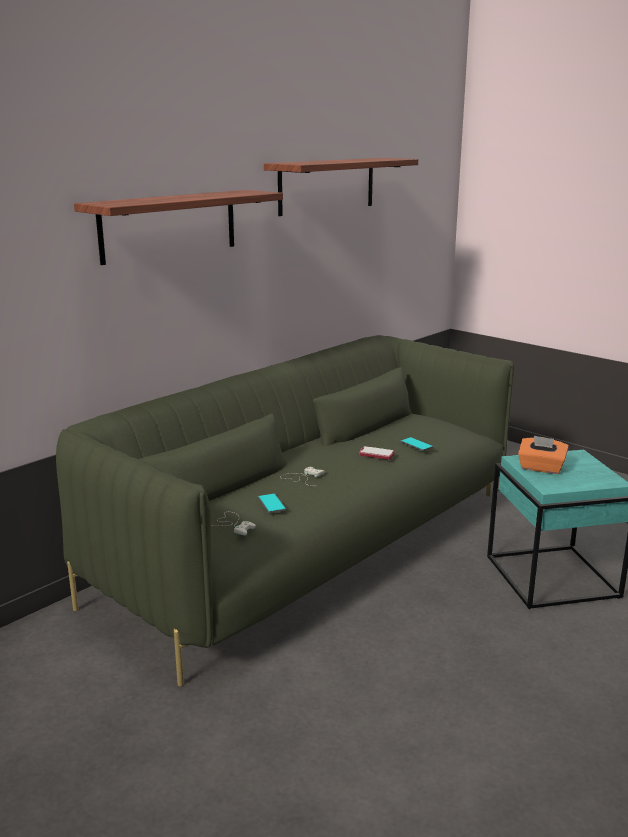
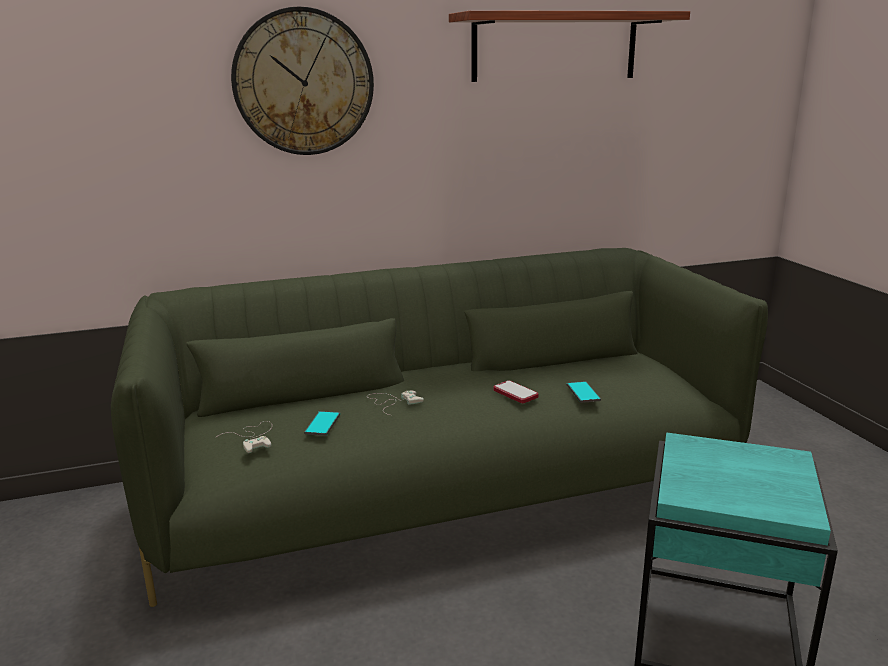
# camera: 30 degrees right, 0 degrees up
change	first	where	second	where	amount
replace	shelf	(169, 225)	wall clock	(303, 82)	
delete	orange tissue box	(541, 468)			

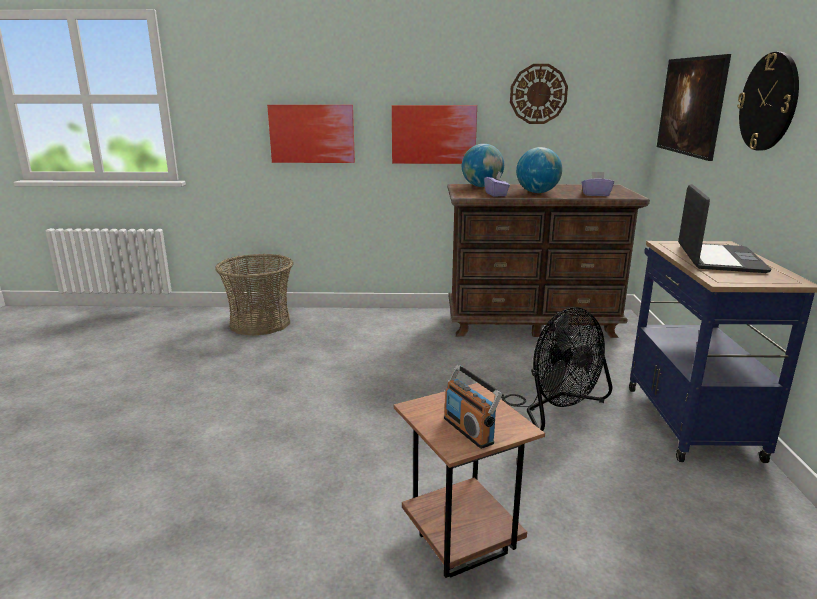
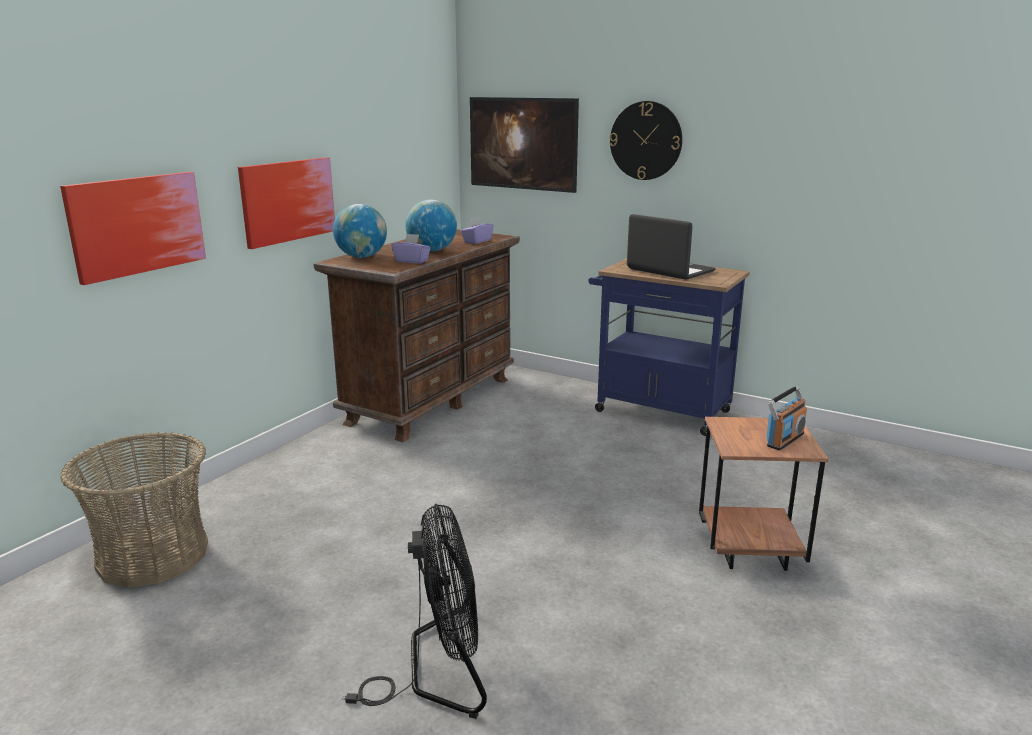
# camera: 60 degrees left, 0 degrees up
change	first	where	second	where	amount
delete	wall clock	(538, 94)			
move	black fan	(553, 410)		(436, 666)	
rotate	radio	(469, 430)		(784, 439)	45 degrees counterclockwise

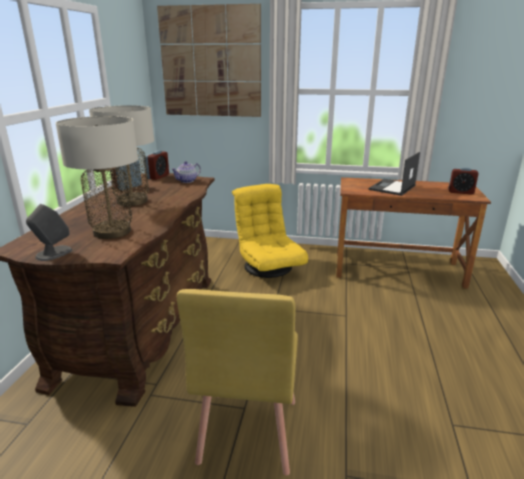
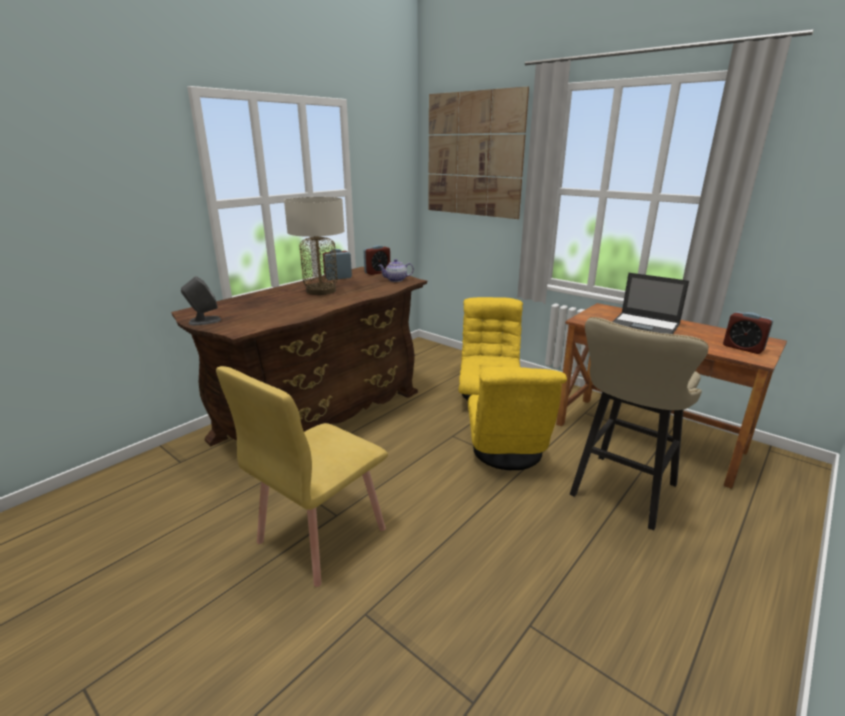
# camera: 30 degrees right, 0 degrees up
change	first	where	second	where	amount
delete	table lamp	(112, 232)			
rotate	laptop	(392, 187)		(645, 325)	120 degrees counterclockwise
insert			beige stool	(619, 496)	
insert			yellow armchair	(505, 450)	

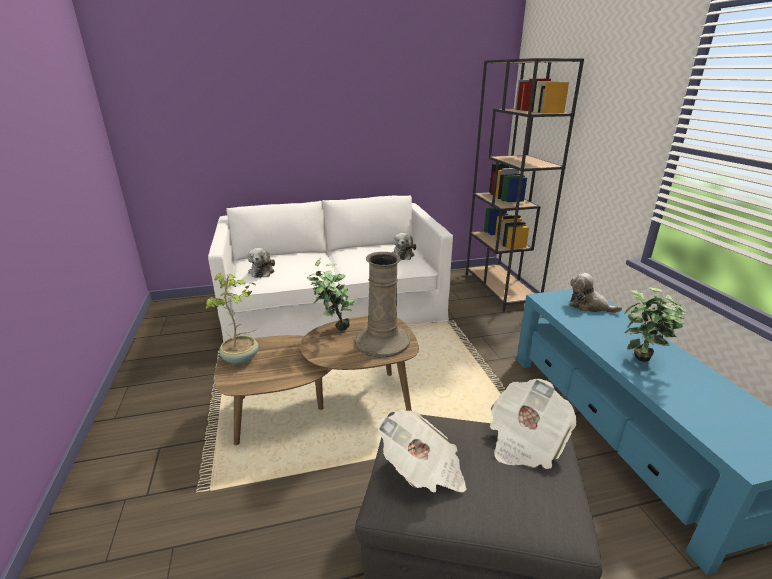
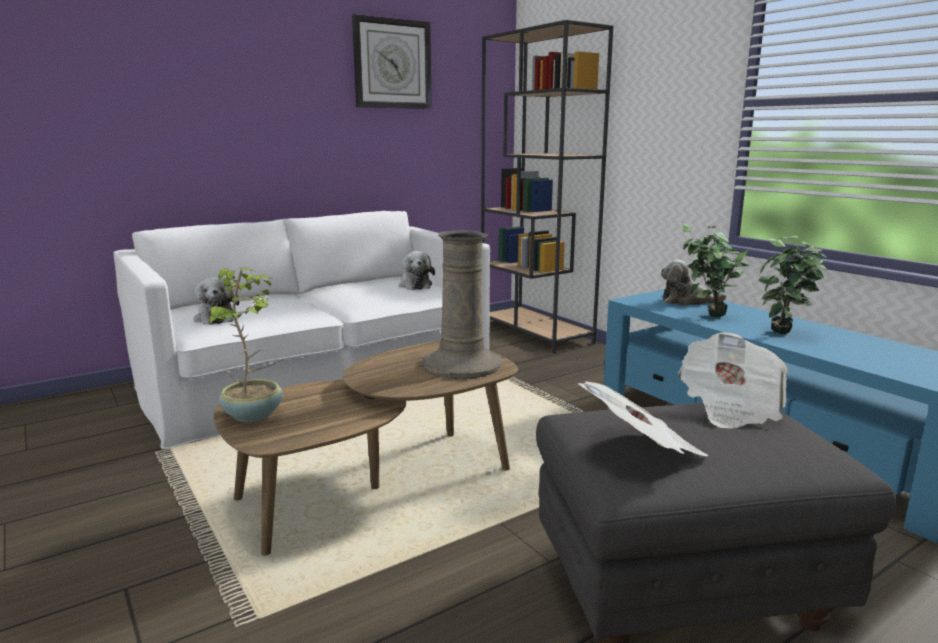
# camera: 20 degrees left, 10 degrees down
change	first	where	second	where	amount
move	potted plant	(333, 329)		(707, 317)	
insert			wall clock	(392, 64)	

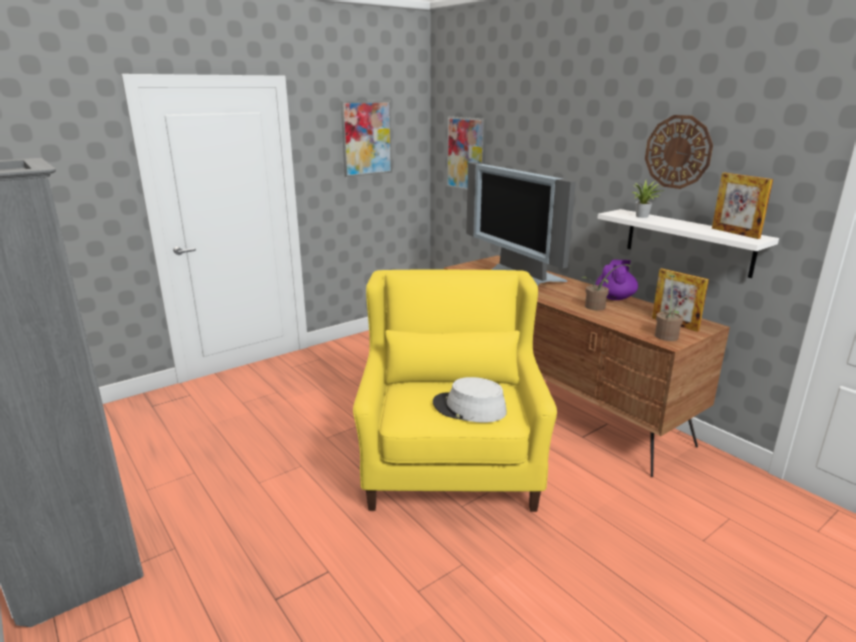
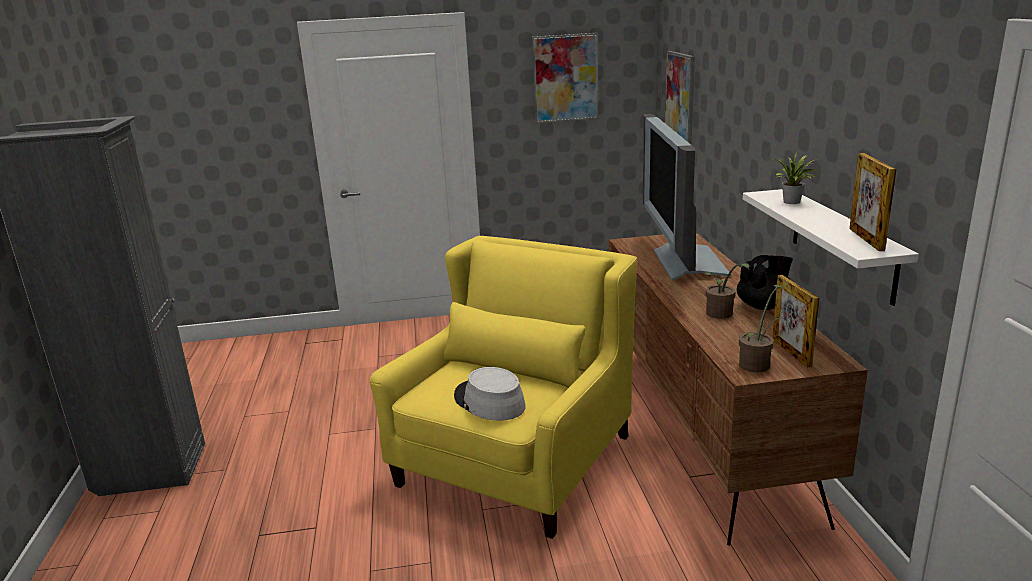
# camera: 30 degrees right, 0 degrees up
change	first	where	second	where	amount
delete	wall clock	(678, 152)			
recolor	purple teapot	(615, 297)	black teapot	(764, 306)	

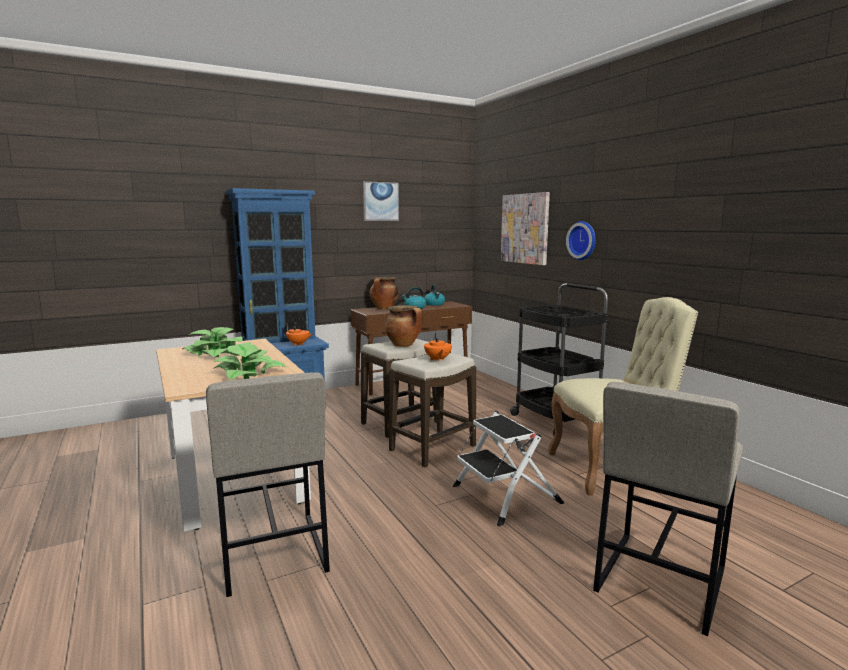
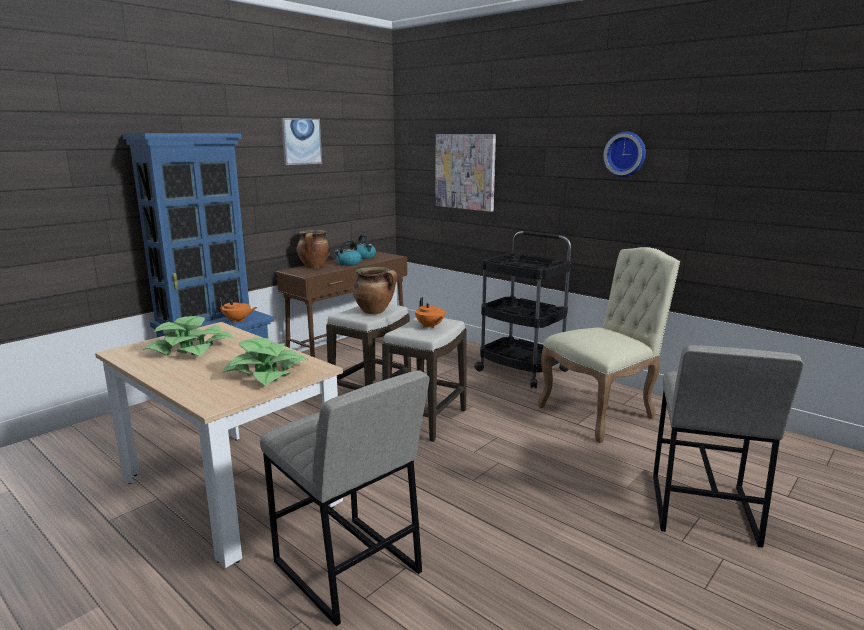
# camera: 20 degrees left, 5 degrees up
change	first	where	second	where	amount
move	wall clock	(583, 240)		(625, 154)	
delete	step ladder	(506, 496)			

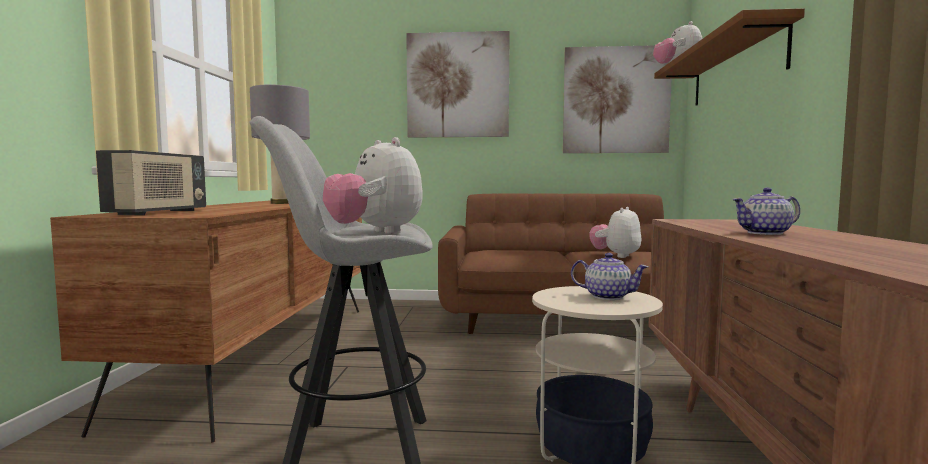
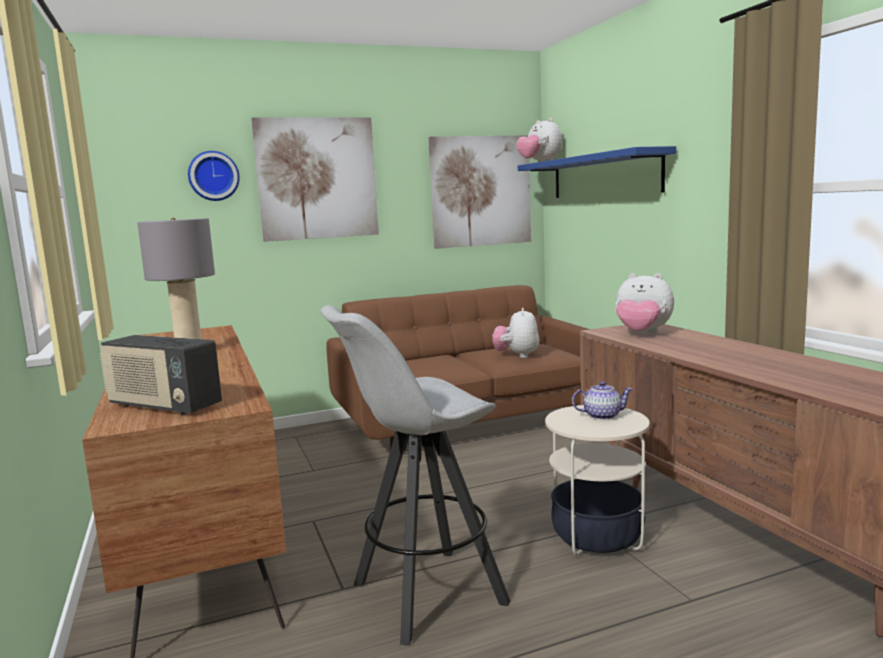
# camera: 25 degrees left, 5 degrees up
change	first	where	second	where	amount
recolor	brown shelf	(735, 69)	blue shelf	(604, 176)	
move	plush toy	(375, 233)		(642, 334)	
rotate	radio	(159, 212)		(163, 406)	135 degrees clockwise
delete	teapot	(765, 233)			
insert			wall clock	(213, 176)	

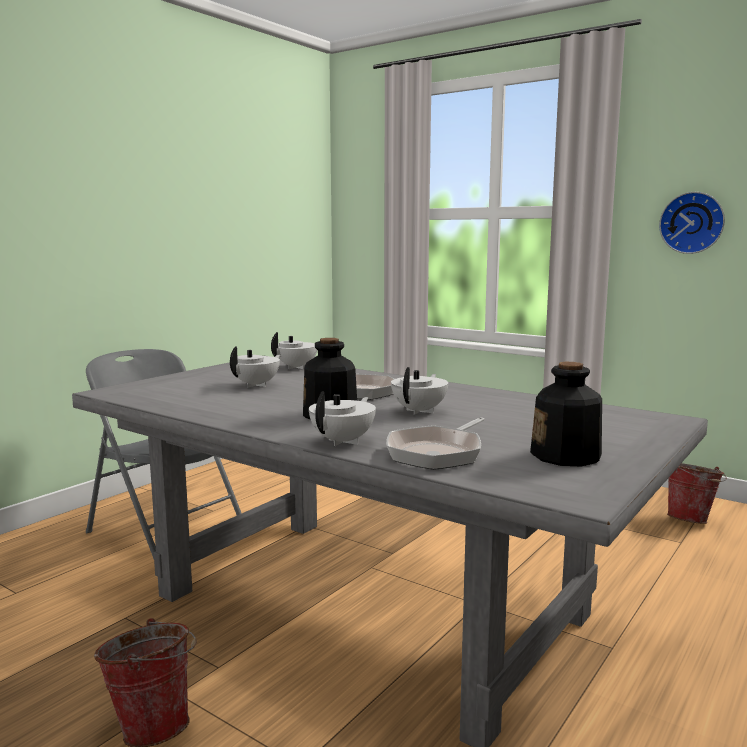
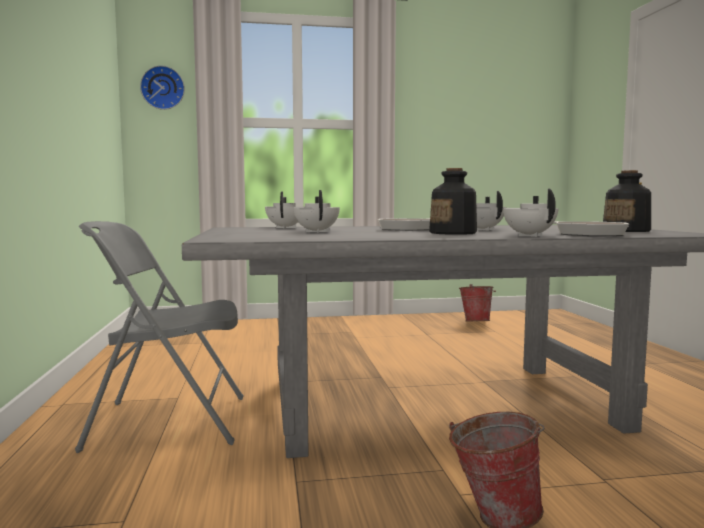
# camera: 45 degrees left, 5 degrees down
change	first	where	second	where	amount
move	wall clock	(692, 223)		(163, 88)	

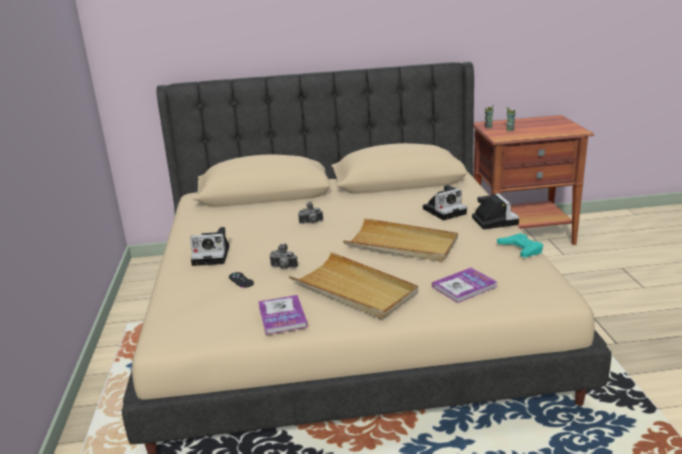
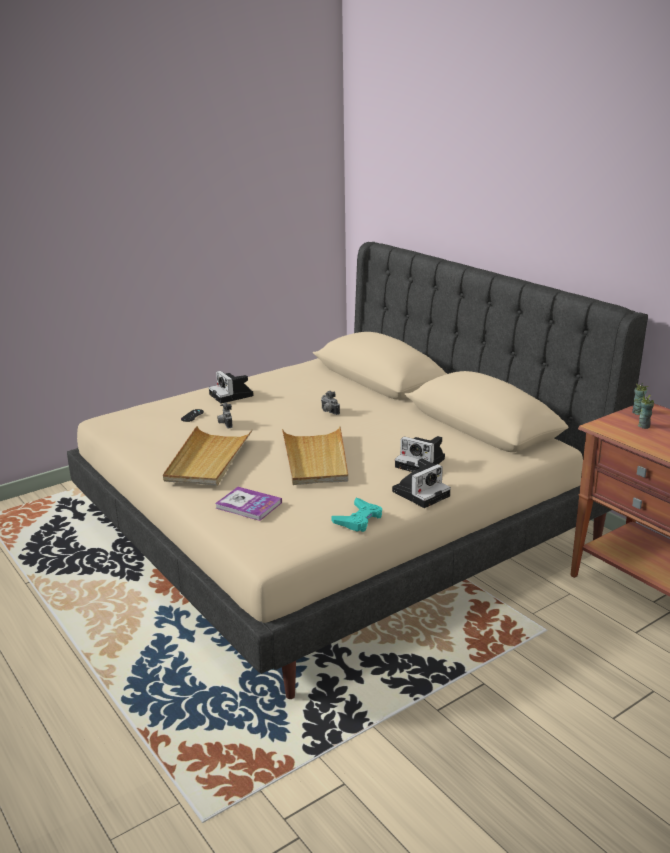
# camera: 60 degrees right, 0 degrees up
change	first	where	second	where	amount
delete	book	(282, 316)			

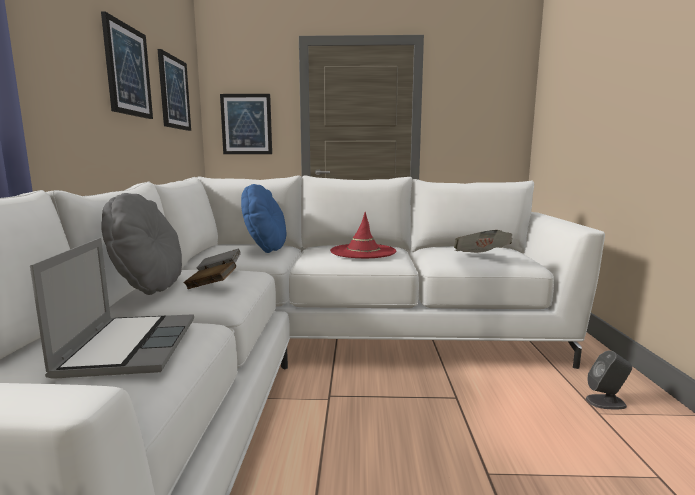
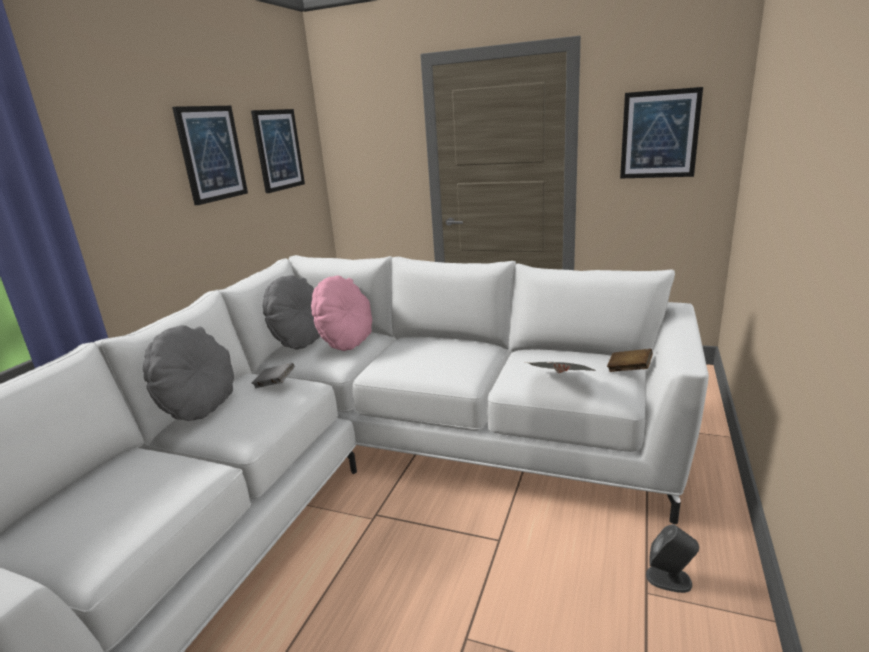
# camera: 20 degrees right, 10 degrees up
change	first	where	second	where	amount
move	picture	(246, 124)		(659, 134)	
recolor	blue pillow	(266, 250)	pink pillow	(347, 344)	
delete	red hat	(363, 251)			
delete	laptop	(129, 346)			
move	brown book	(211, 286)		(629, 370)	
insert			grey pillow	(301, 343)	

